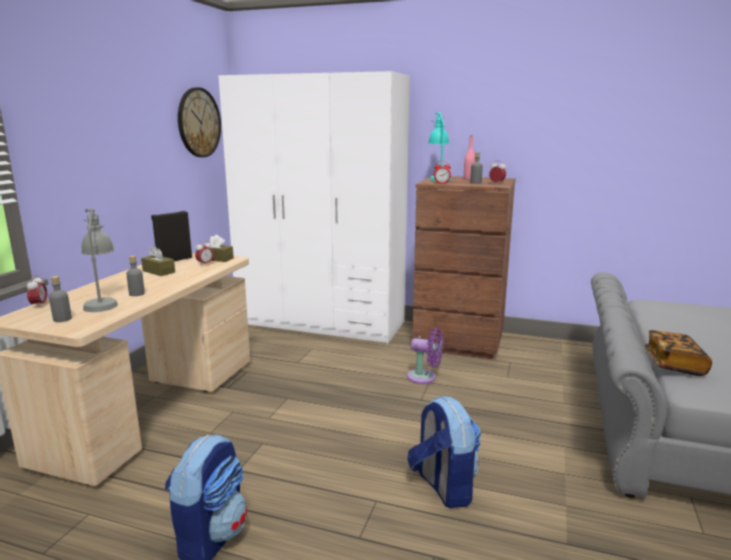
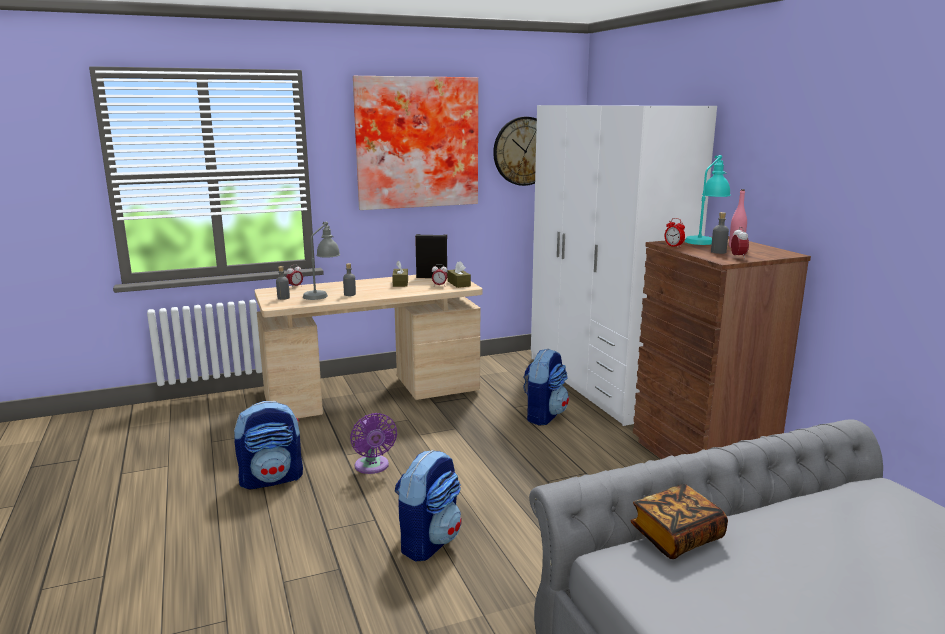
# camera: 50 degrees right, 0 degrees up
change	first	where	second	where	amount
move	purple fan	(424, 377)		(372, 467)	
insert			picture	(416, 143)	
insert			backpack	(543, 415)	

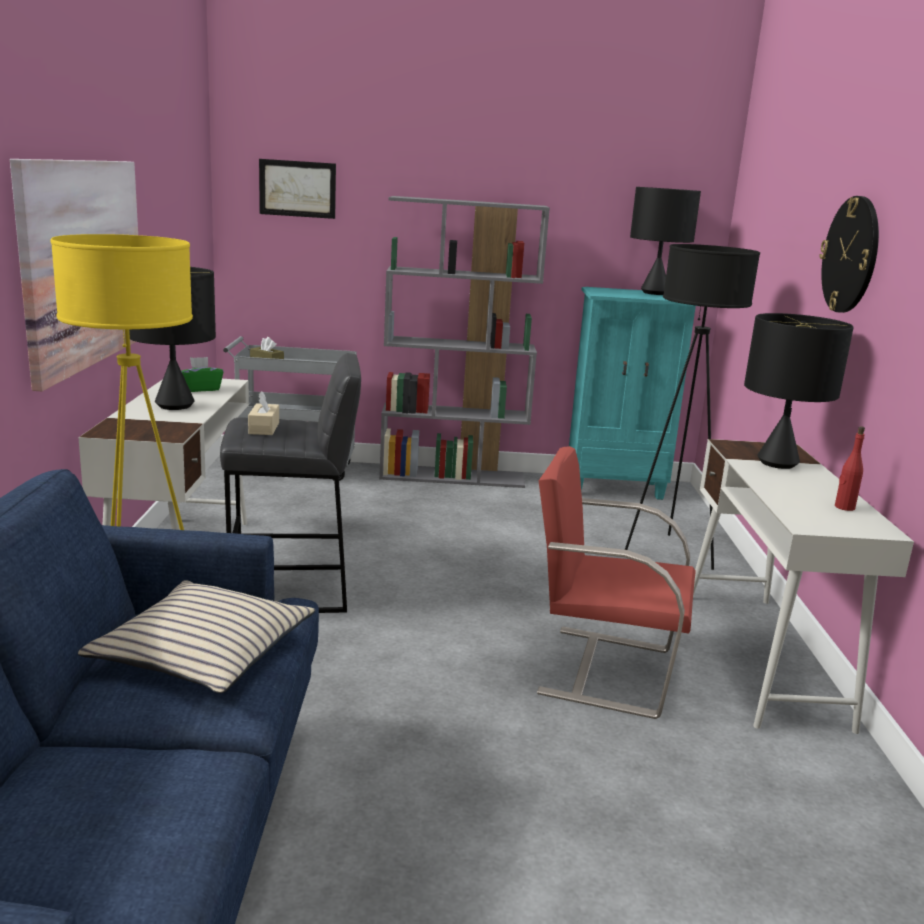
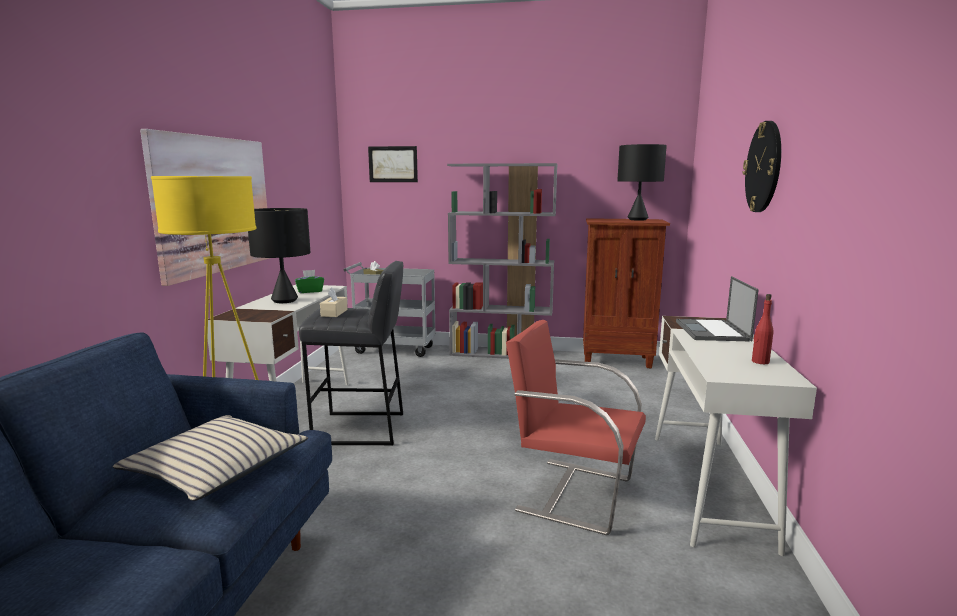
# camera: 10 degrees right, 5 degrees down
change	first	where	second	where	amount
delete	black floor lamp	(669, 553)			
recolor	turquoise cabinet	(615, 489)	brown cabinet	(617, 361)	
replace	black table lamp	(777, 463)	laptop	(712, 331)	

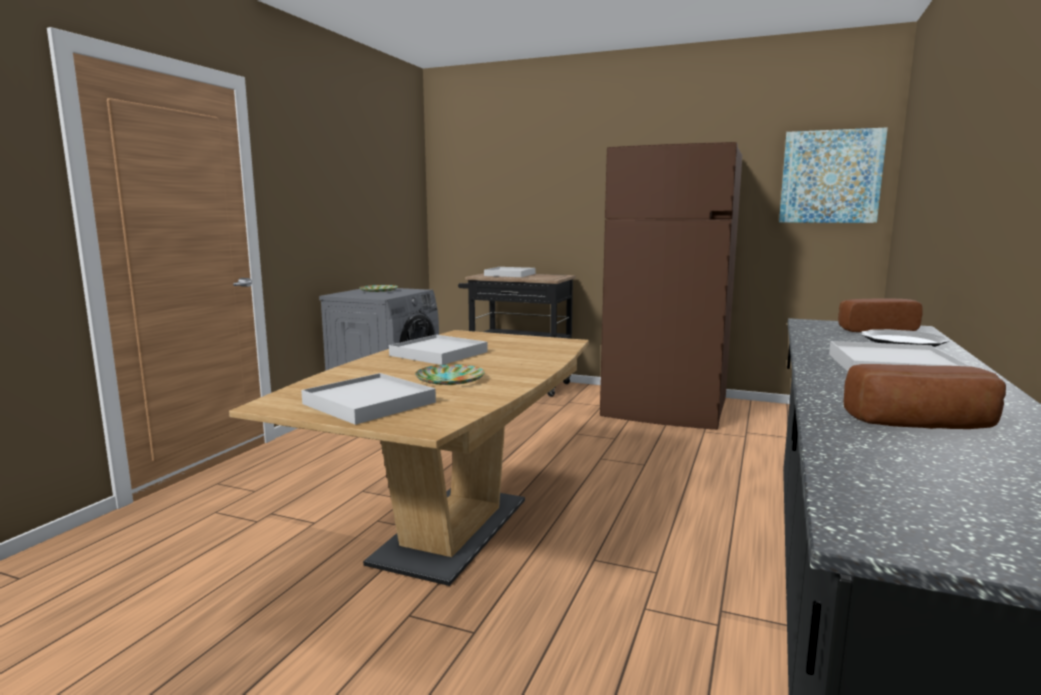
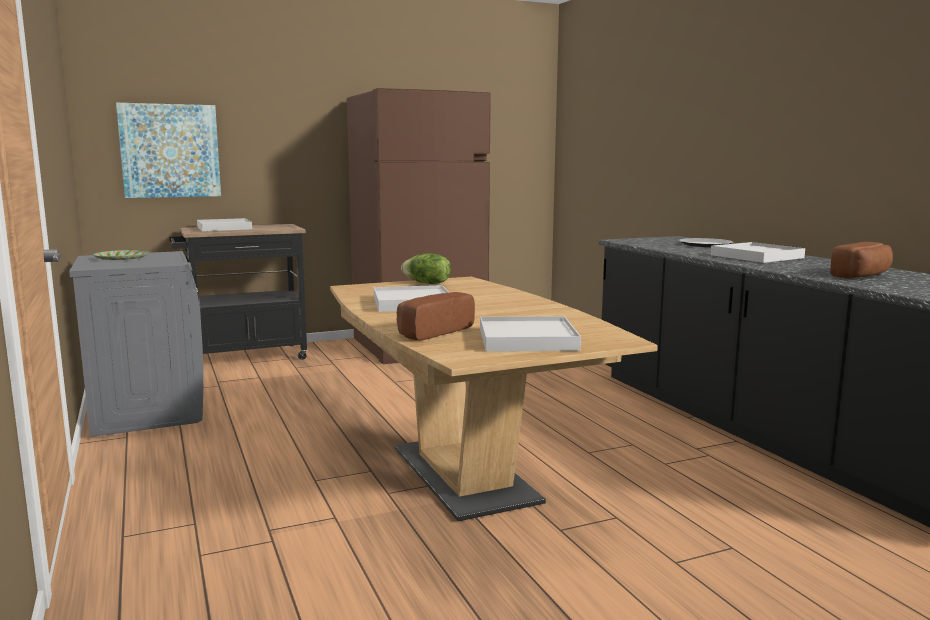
# camera: 45 degrees left, 0 degrees up
change	first	where	second	where	amount
move	picture	(830, 177)		(170, 151)	
move	bread	(873, 329)		(431, 332)	
delete	plate	(449, 379)			
insert			lettuce	(427, 283)	

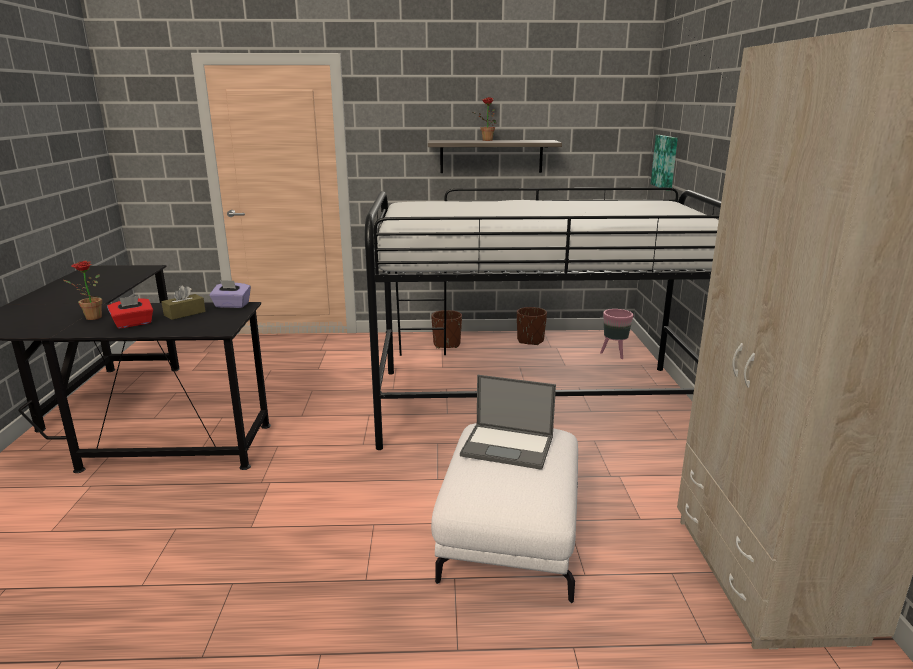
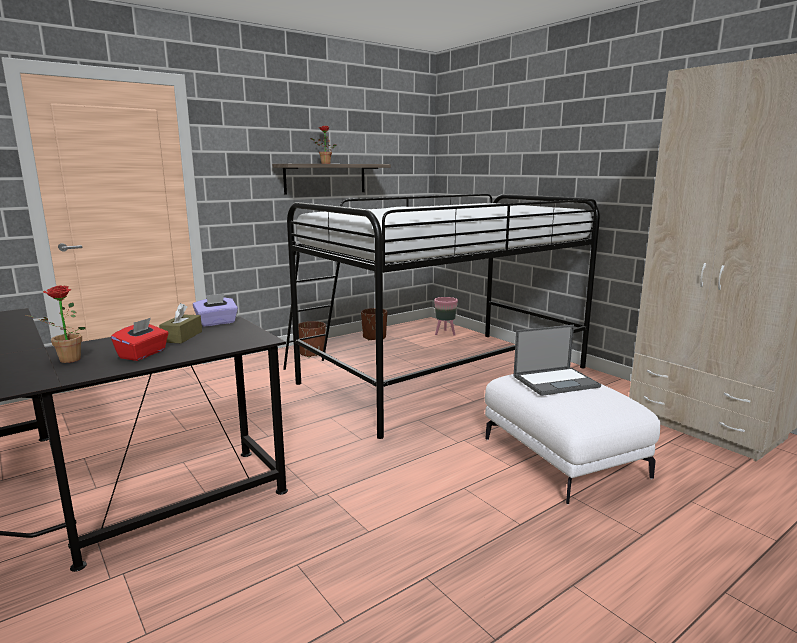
# camera: 35 degrees left, 5 degrees down
change	first	where	second	where	amount
delete	picture	(666, 162)			

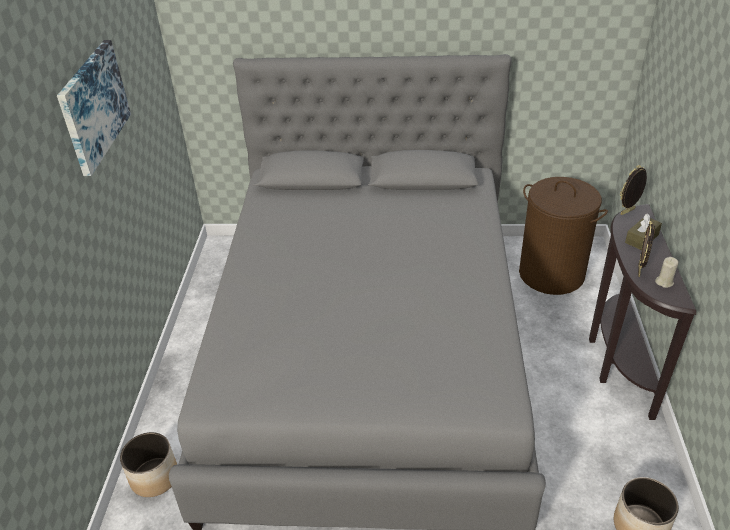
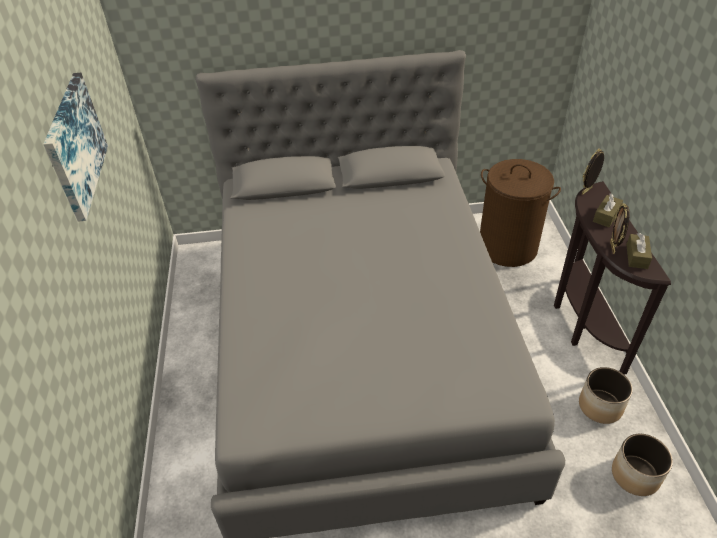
# camera: 10 degrees left, 5 degrees up
change	first	where	second	where	amount
replace	beige candle	(664, 282)	brown tissue box	(636, 256)	
move	planter	(154, 478)		(599, 406)	

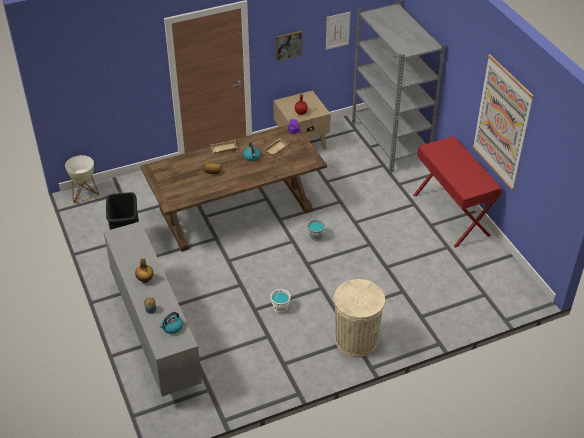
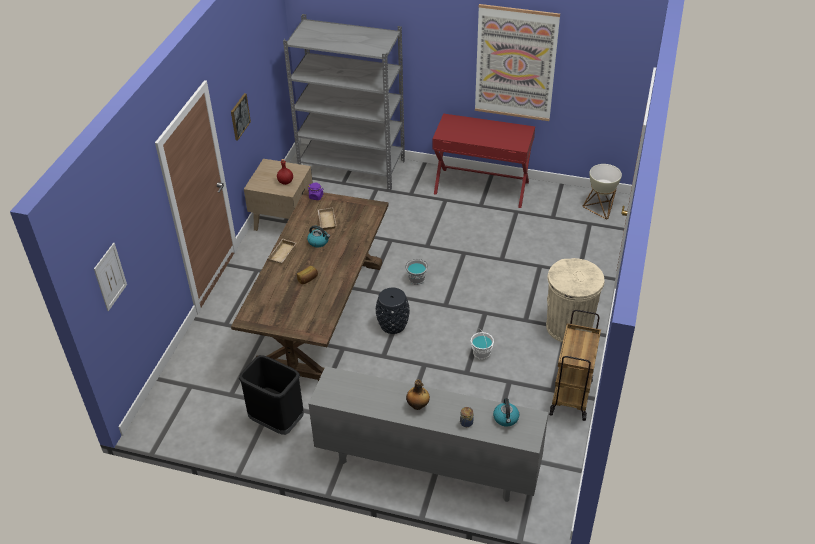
# camera: 50 degrees left, 0 degrees up
change	first	where	second	where	amount
move	picture	(337, 30)		(110, 276)	
move	planter	(85, 195)		(600, 208)	
insert			black stool	(393, 325)	
insert			brown cart	(571, 397)	

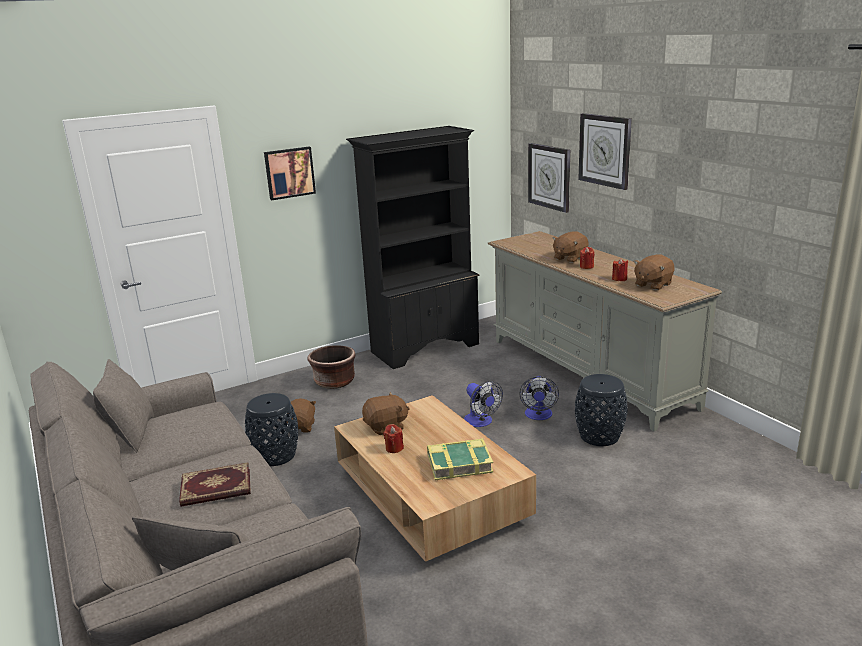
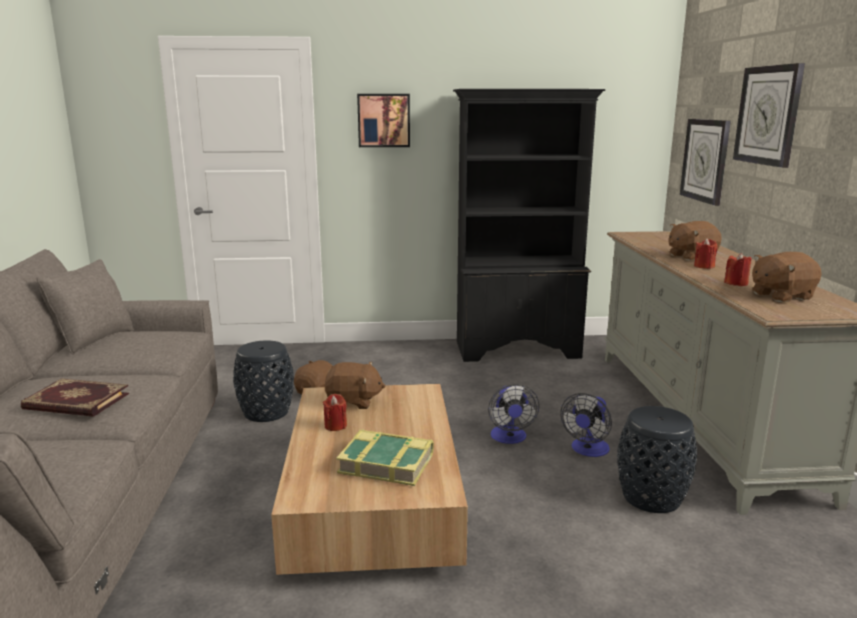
# camera: 25 degrees right, 5 degrees down
change	first	where	second	where	amount
delete	brown planter	(334, 382)			

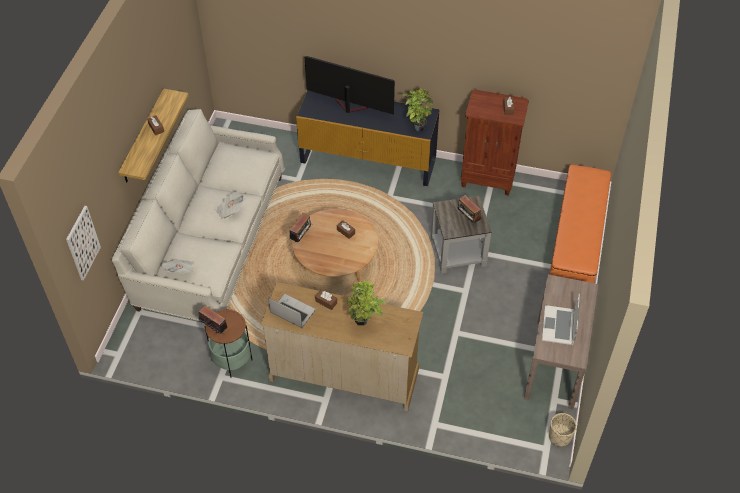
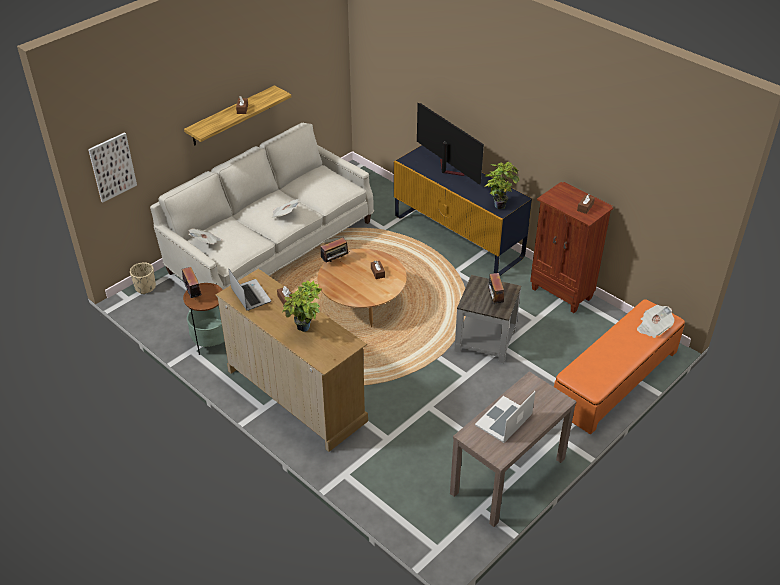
# camera: 30 degrees right, 10 degrees down
change	first	where	second	where	amount
move	beige planter	(559, 436)		(145, 287)	
insert			newspaper	(653, 328)	

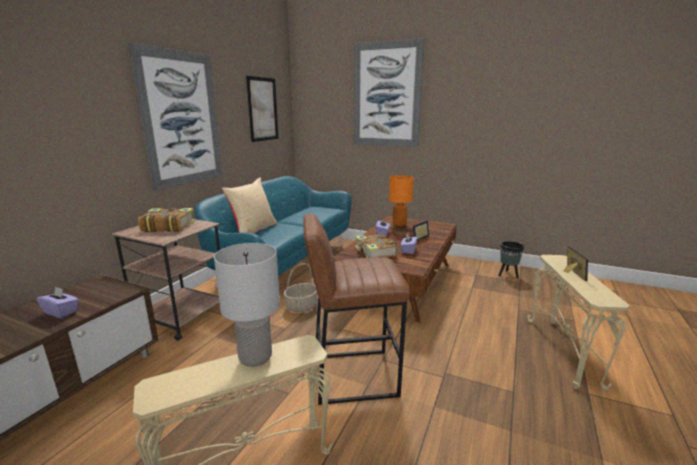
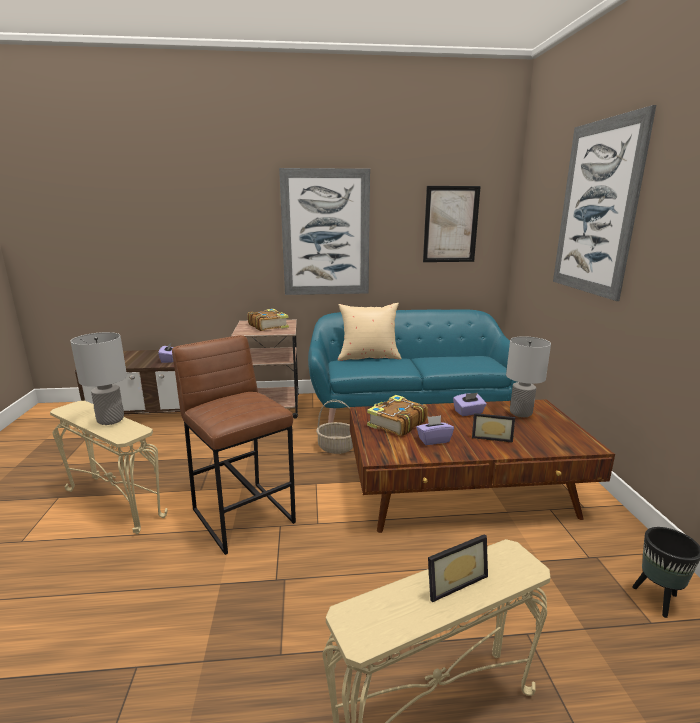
# camera: 60 degrees right, 0 degrees up
change	first	where	second	where	amount
recolor	orange table lamp	(399, 225)	grey table lamp	(521, 414)	

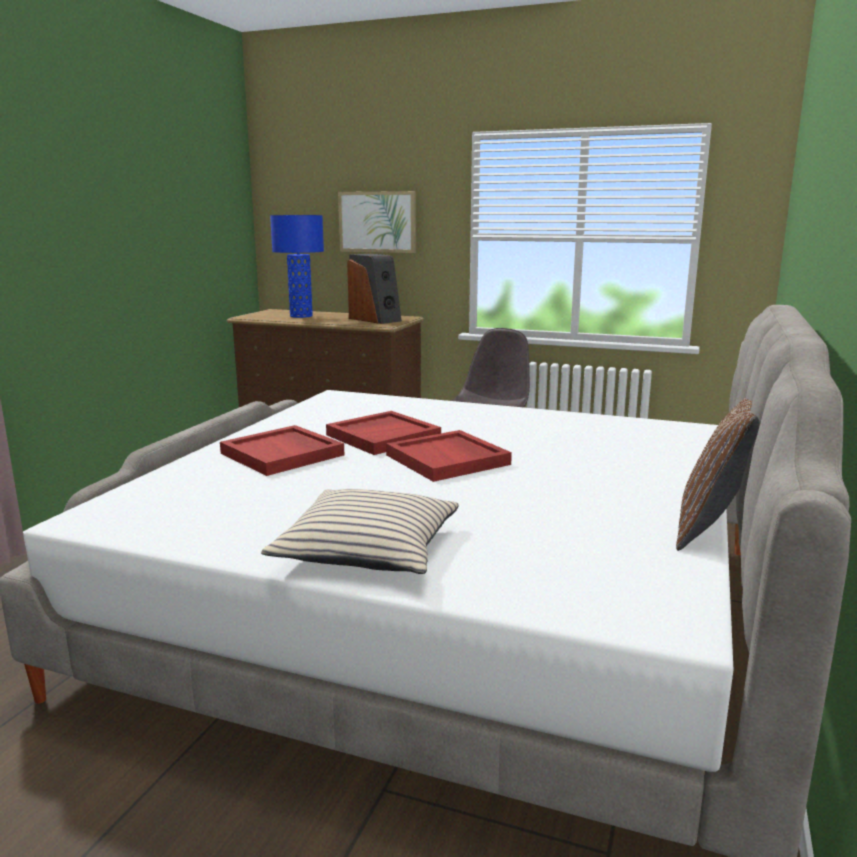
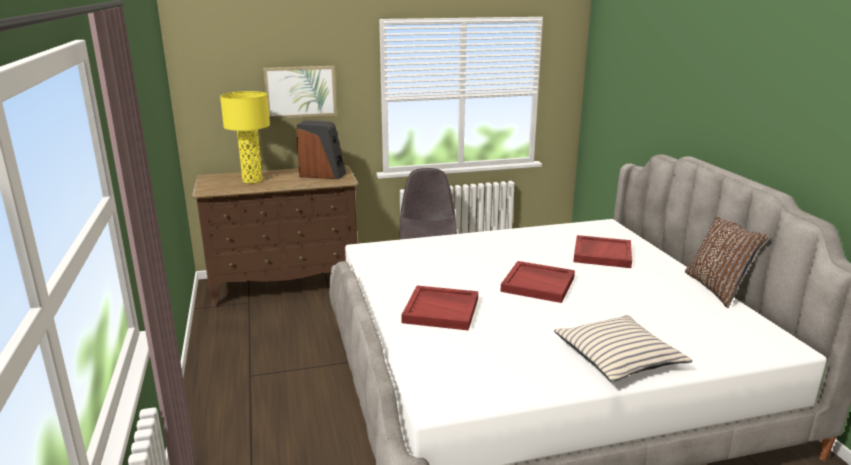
# camera: 35 degrees left, 5 degrees up
change	first	where	second	where	amount
recolor	blue table lamp	(301, 316)	yellow table lamp	(252, 180)	
move	red tray	(383, 436)		(601, 254)	

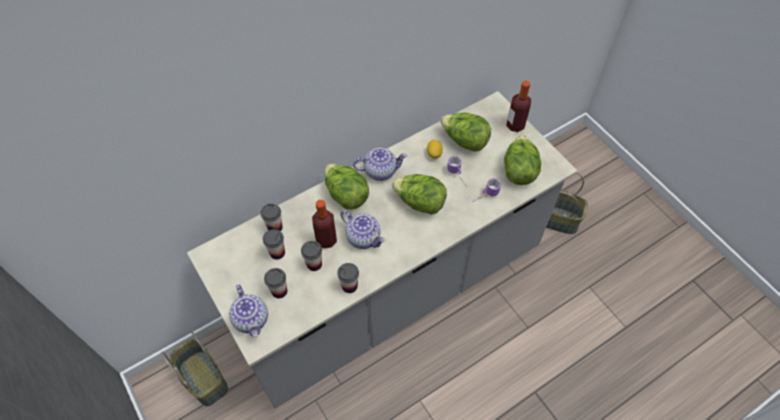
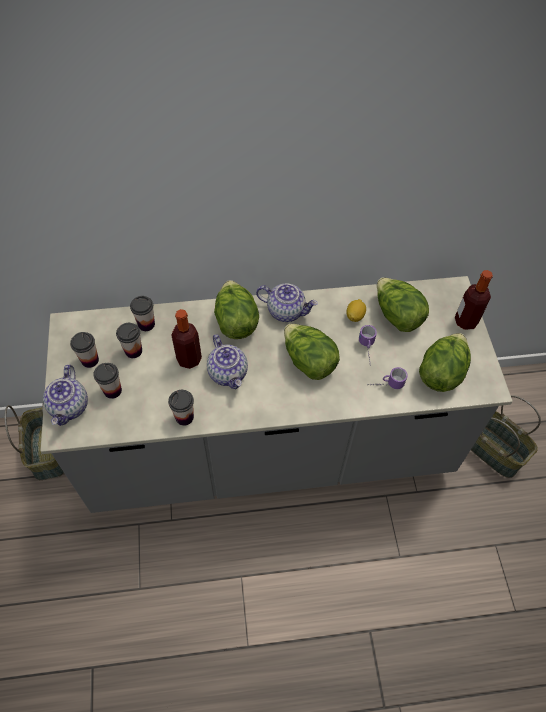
# camera: 25 degrees right, 0 degrees up
change	first	where	second	where	amount
move	cup	(314, 264)		(90, 360)	

